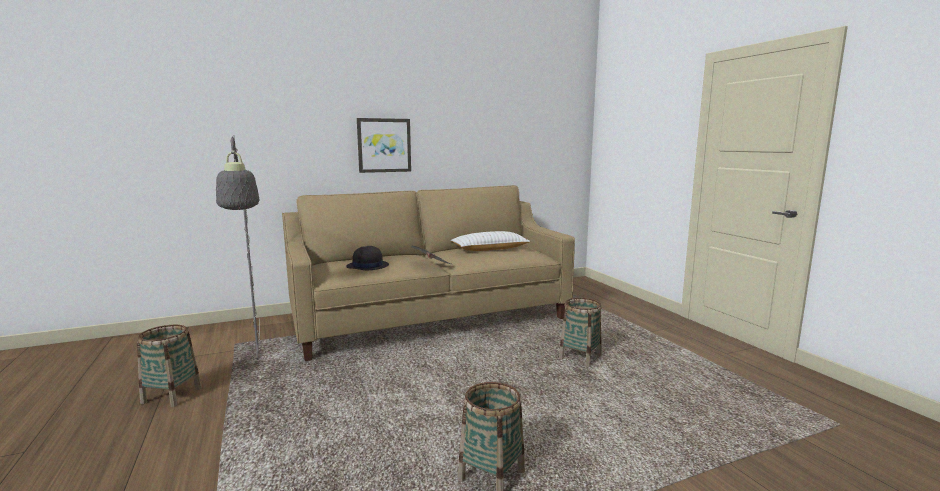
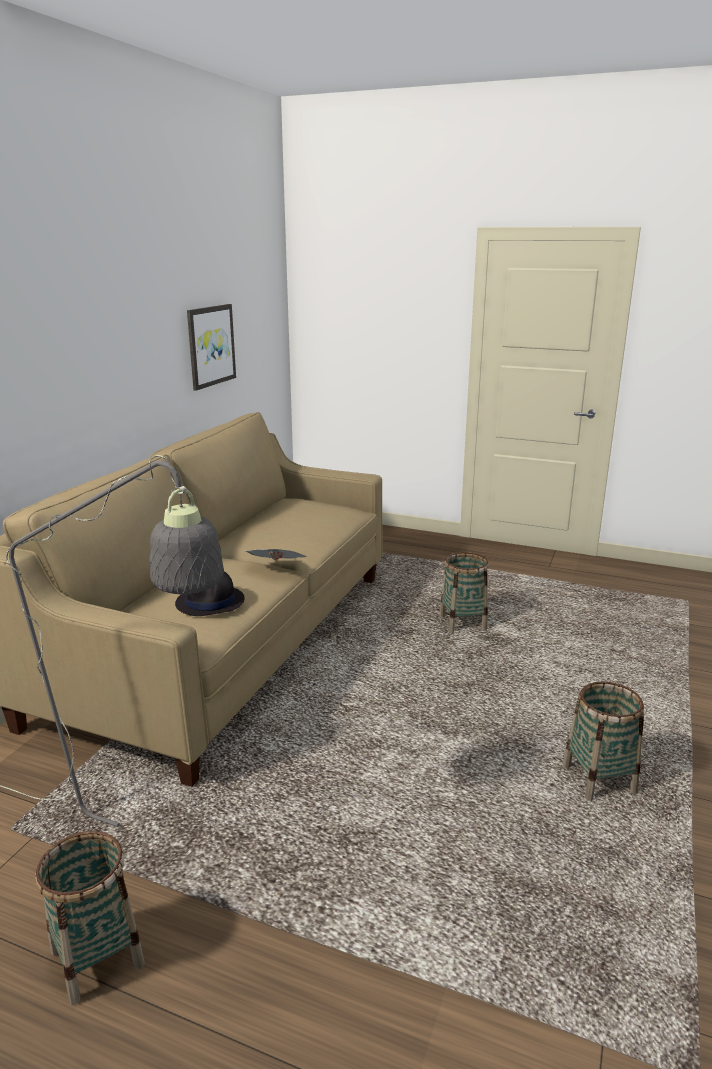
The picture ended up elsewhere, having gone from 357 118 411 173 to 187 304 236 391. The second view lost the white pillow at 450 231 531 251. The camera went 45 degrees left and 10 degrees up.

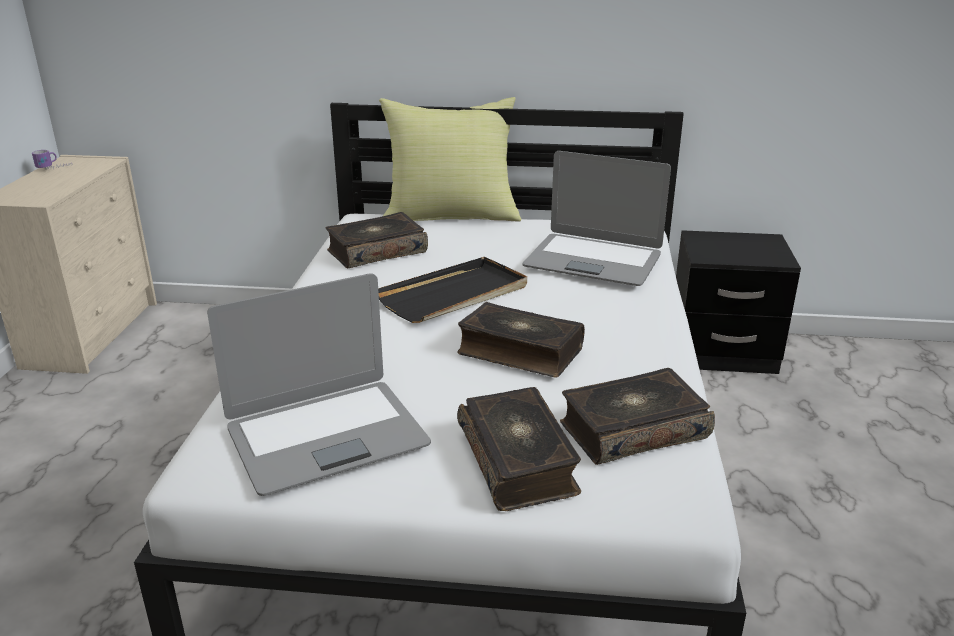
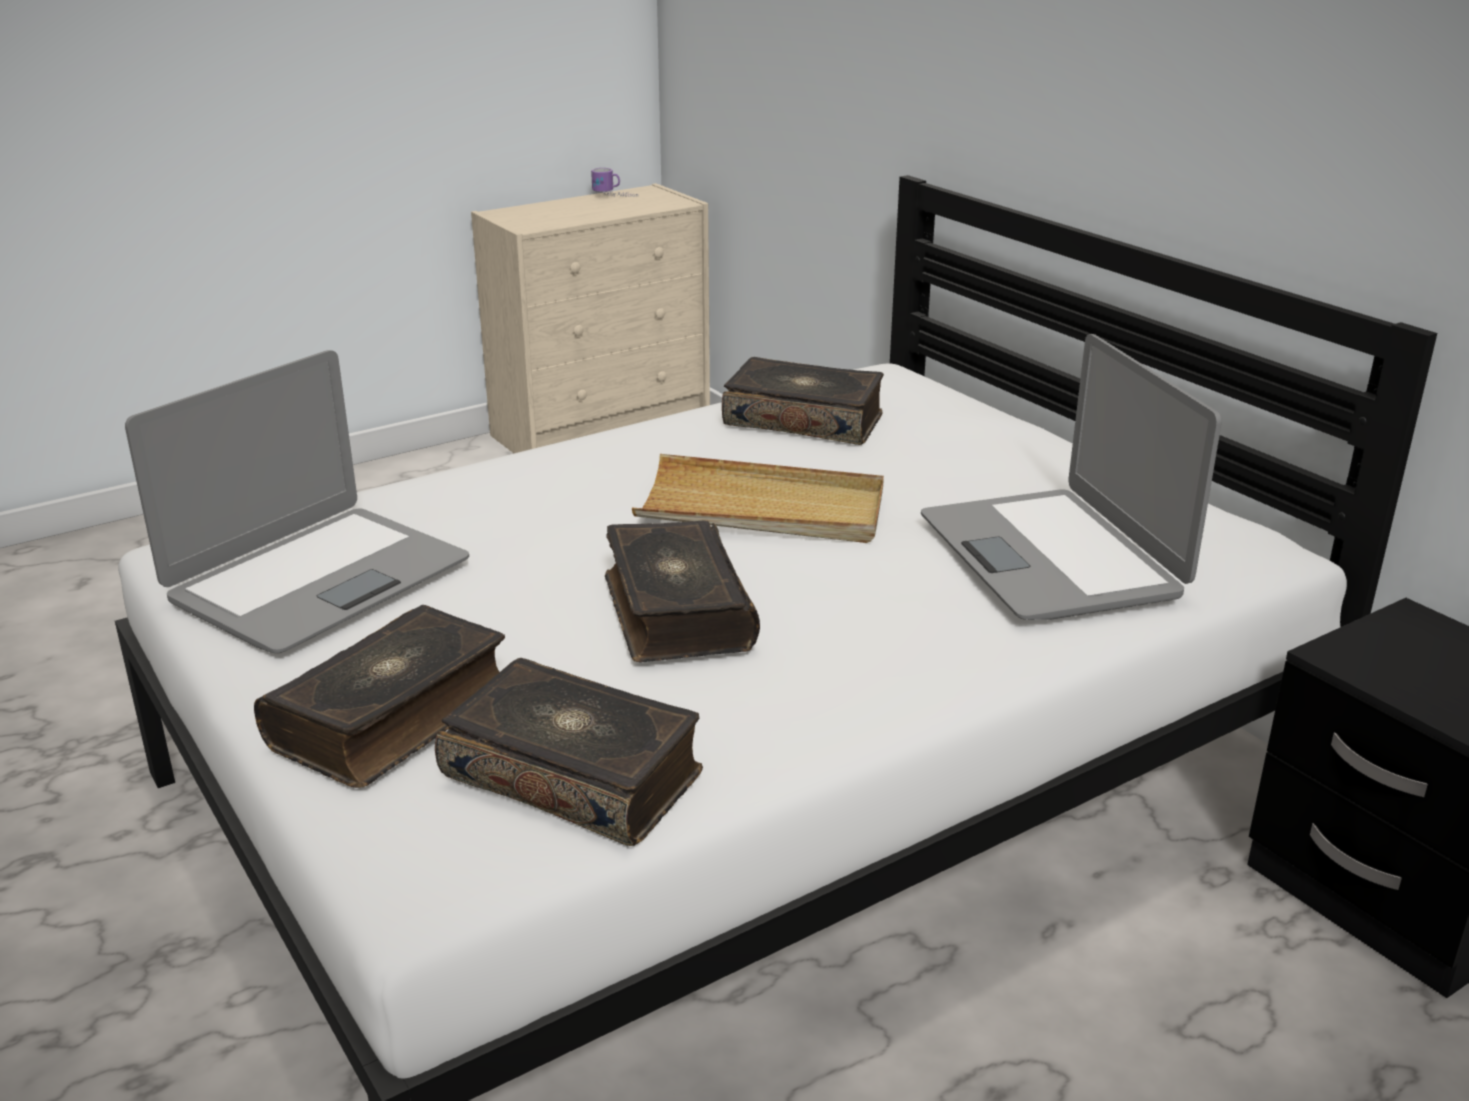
The second view lost the yellow pillow at 379 97 522 222. What was the black tray at 378 257 527 323 turned into the beige tray at 632 454 884 543. The laptop at 207 273 431 496 ended up facing another way, 75 degrees counterclockwise from before. The camera went 50 degrees right and 0 degrees up.

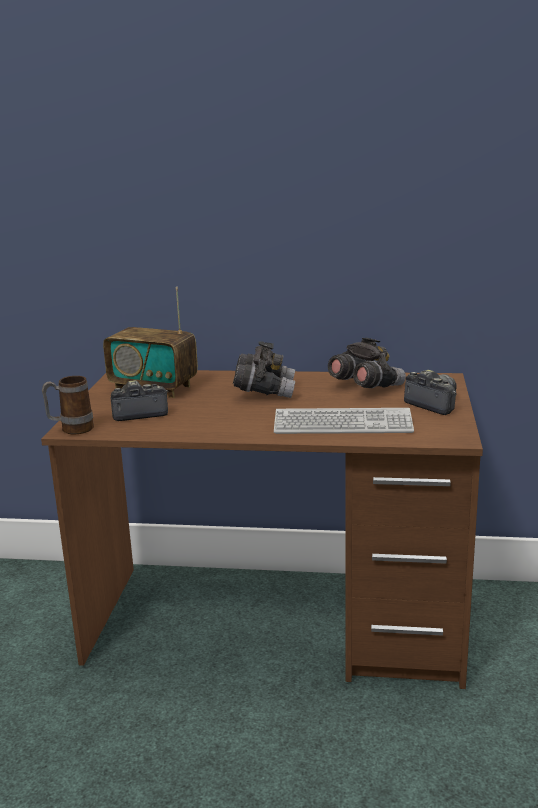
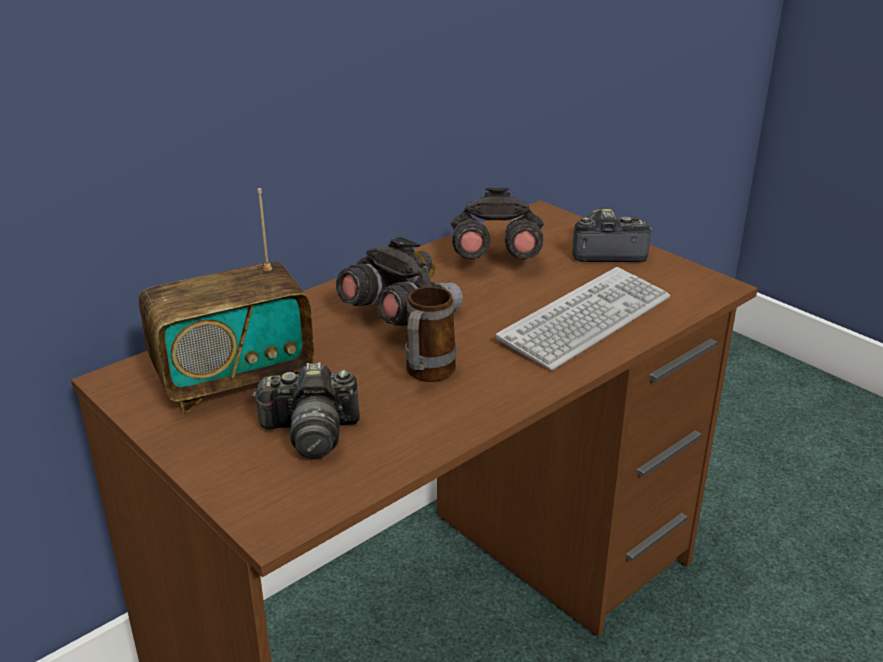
The mug ended up elsewhere, having gone from 42 376 94 434 to 405 286 456 382. The photo camera at 111 380 168 421 ended up facing another way, 120 degrees counterclockwise from before. The camera went 50 degrees left and 10 degrees up.

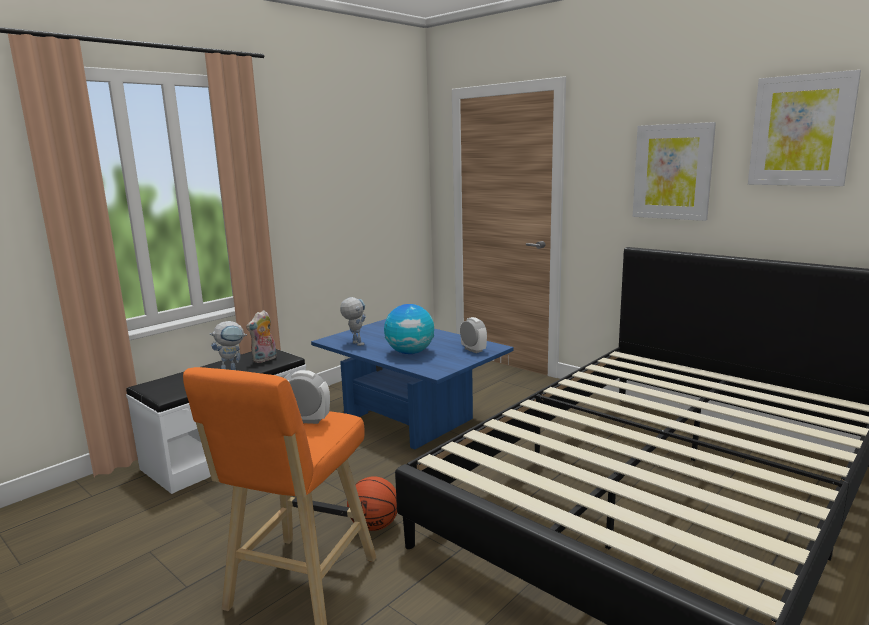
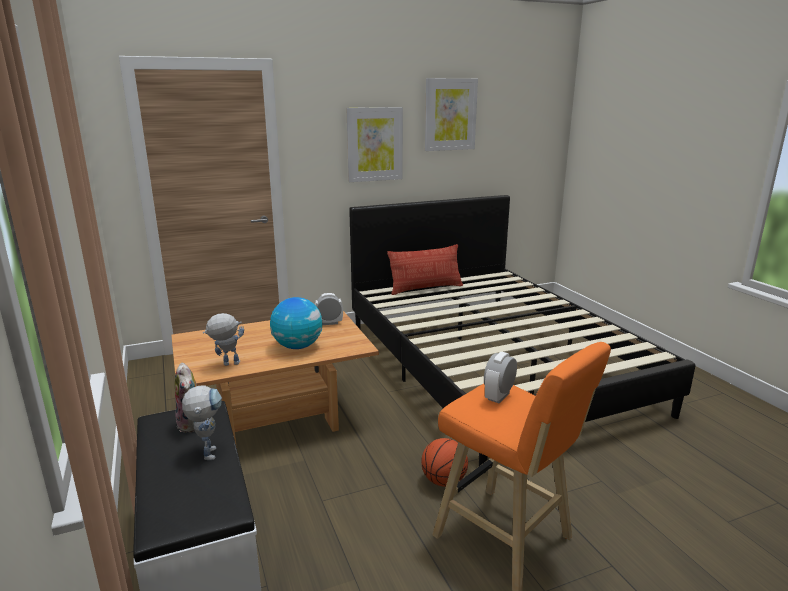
What was the blue coffee table at 311 319 514 450 turned into the brown coffee table at 171 311 379 448. The second view gained the pillow at 387 244 463 295. The camera went 65 degrees left and 5 degrees up.

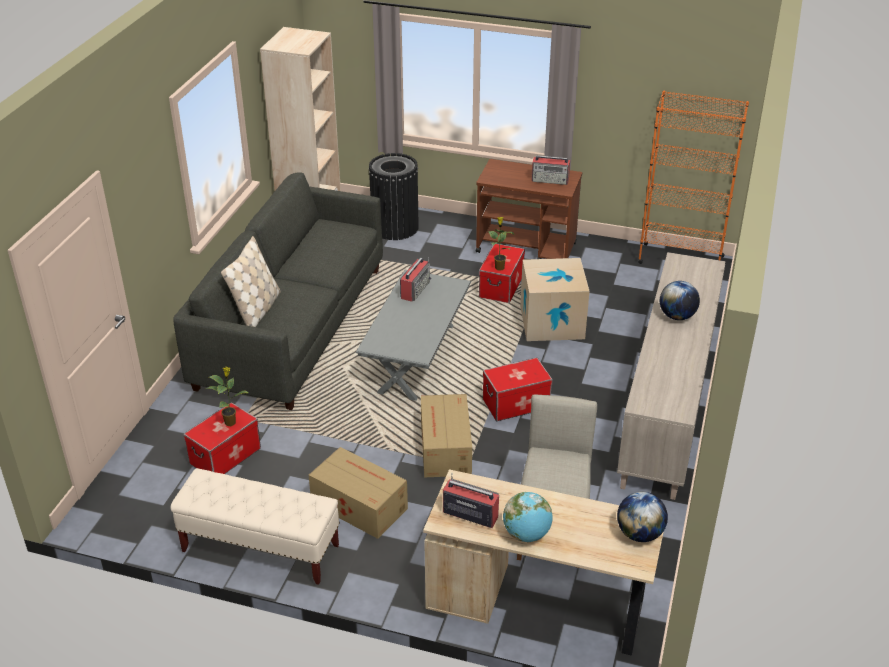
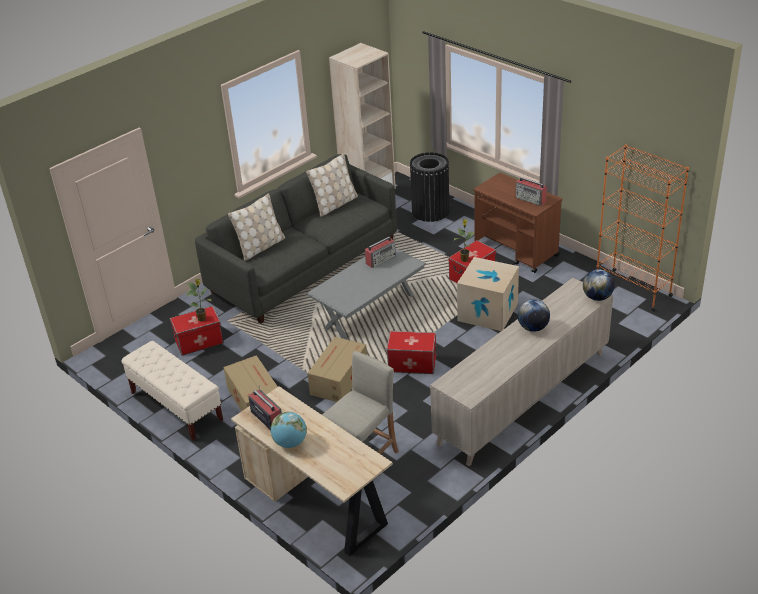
The globe ended up elsewhere, having gone from 617 492 668 542 to 583 269 615 301. The second view gained the beige pillow at 306 154 358 217. The camera went 30 degrees right and 0 degrees up.

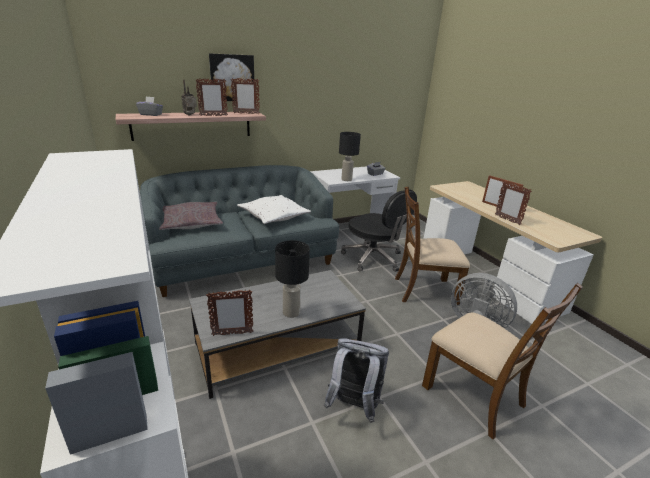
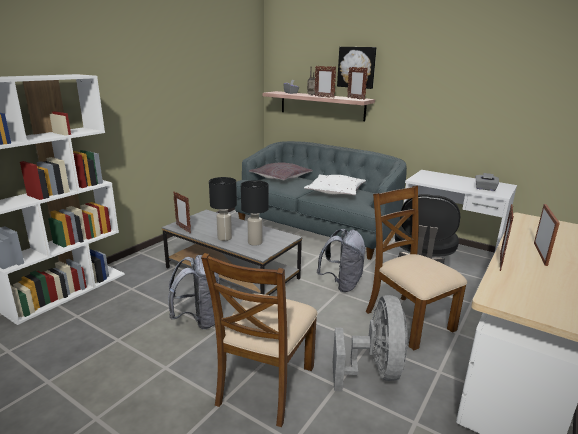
The black table lamp ended up elsewhere, having gone from 339 132 361 181 to 241 180 269 246. The second view gained the grey backpack at 317 229 366 292. The camera went 60 degrees right and 5 degrees down.

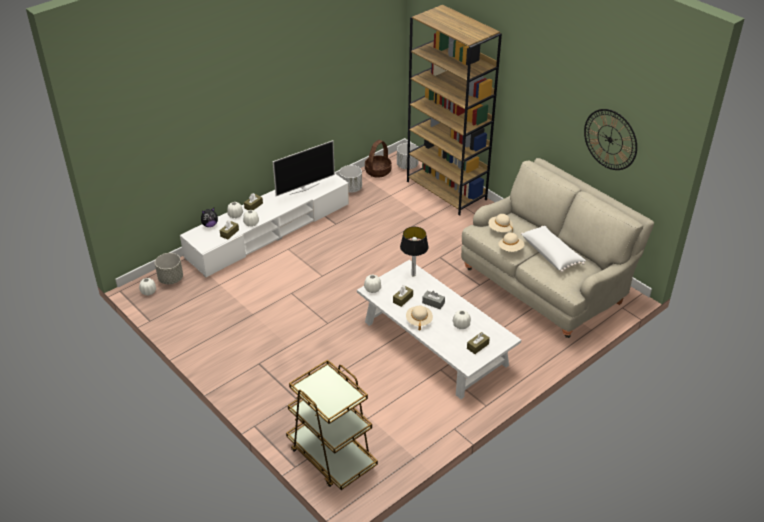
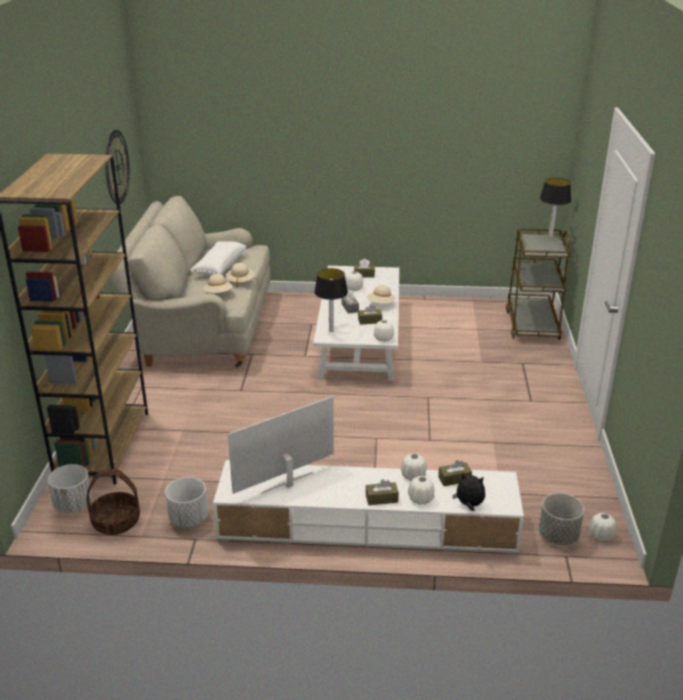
The television at 273 140 335 196 ended up facing another way, 45 degrees counterclockwise from before. The second view gained the table lamp at 540 178 571 238. The camera went 135 degrees left and 10 degrees down.

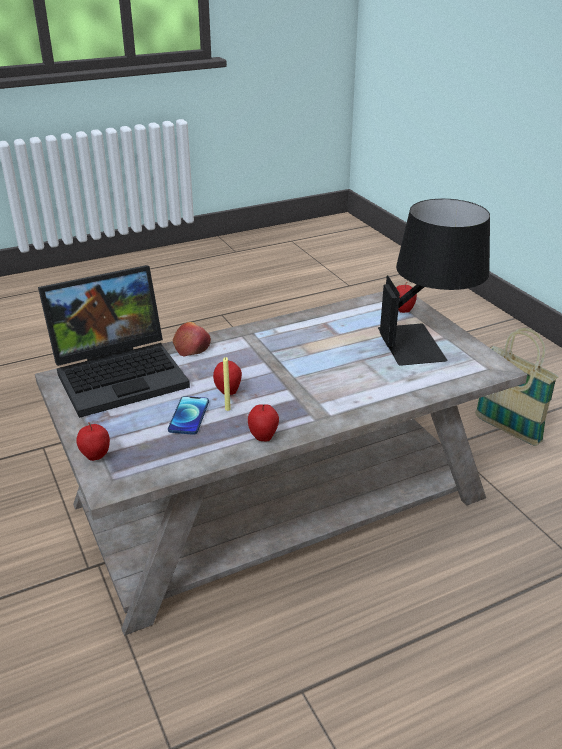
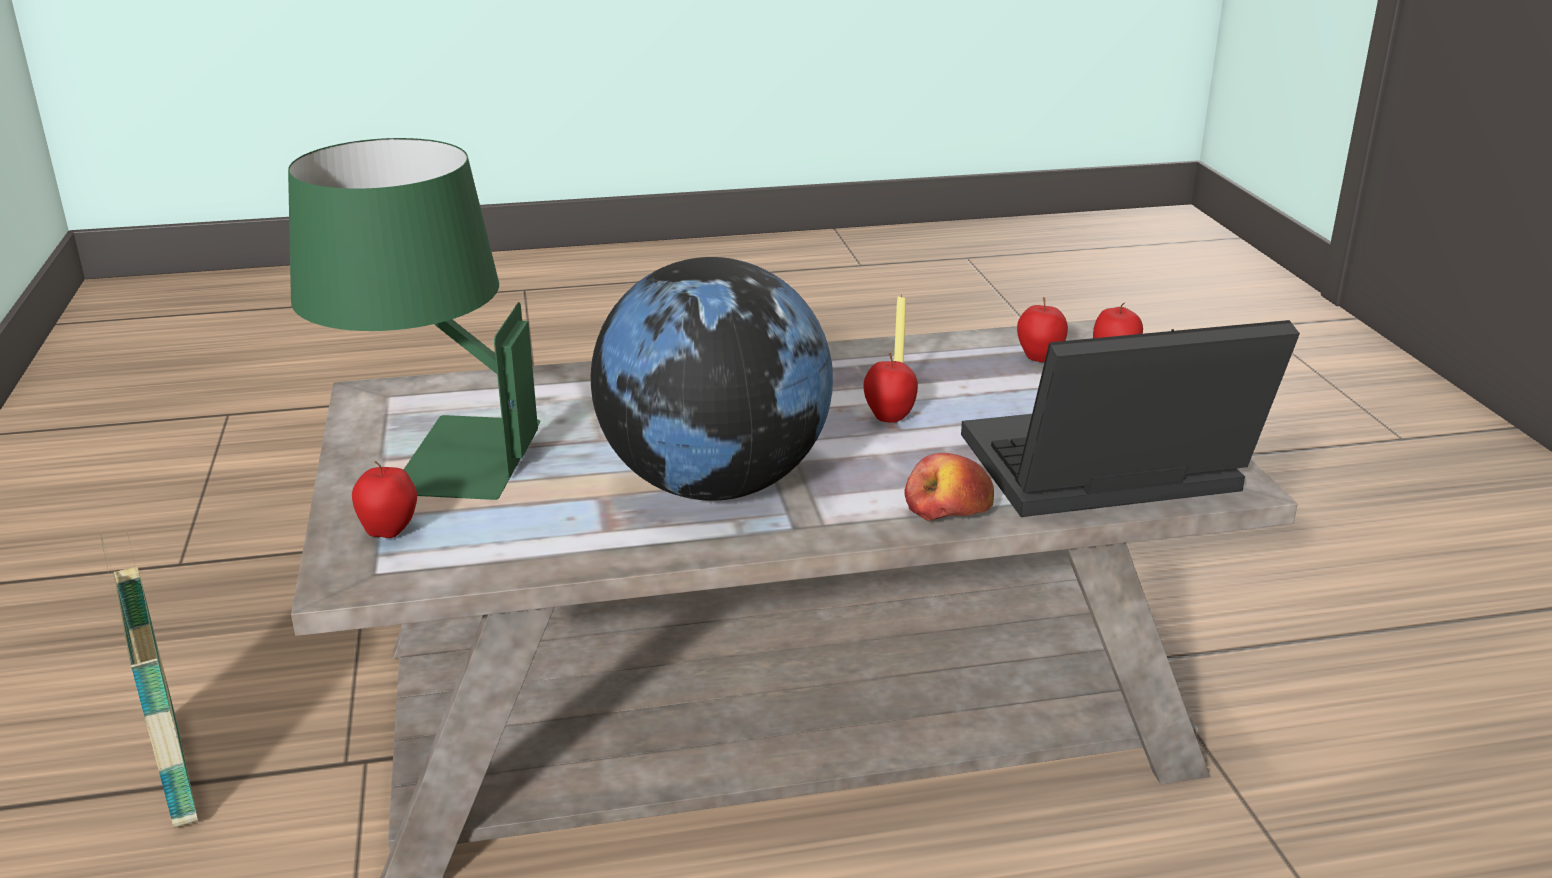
What was the black table lamp at 378 199 490 366 turned into the green table lamp at 288 138 540 500. The second view lost the phone at 168 396 209 435. The apple ended up elsewhere, having gone from 248 404 279 441 to 1017 297 1068 362. The second view gained the globe at 591 257 833 501. The camera went 165 degrees left and 5 degrees down.

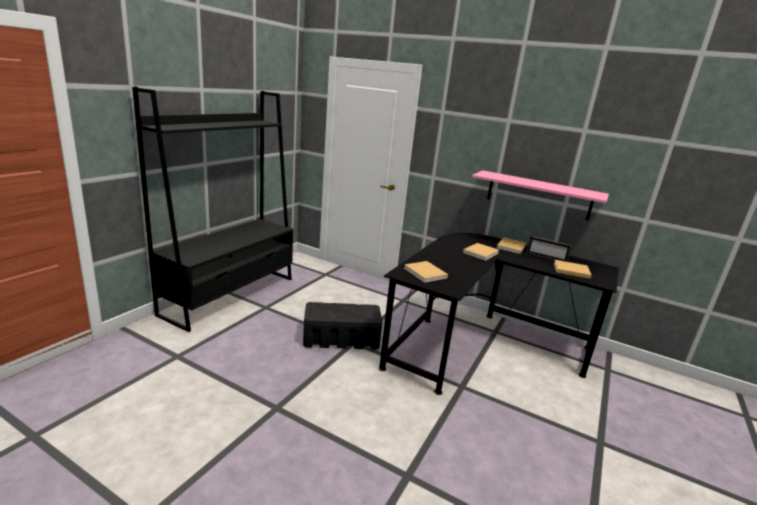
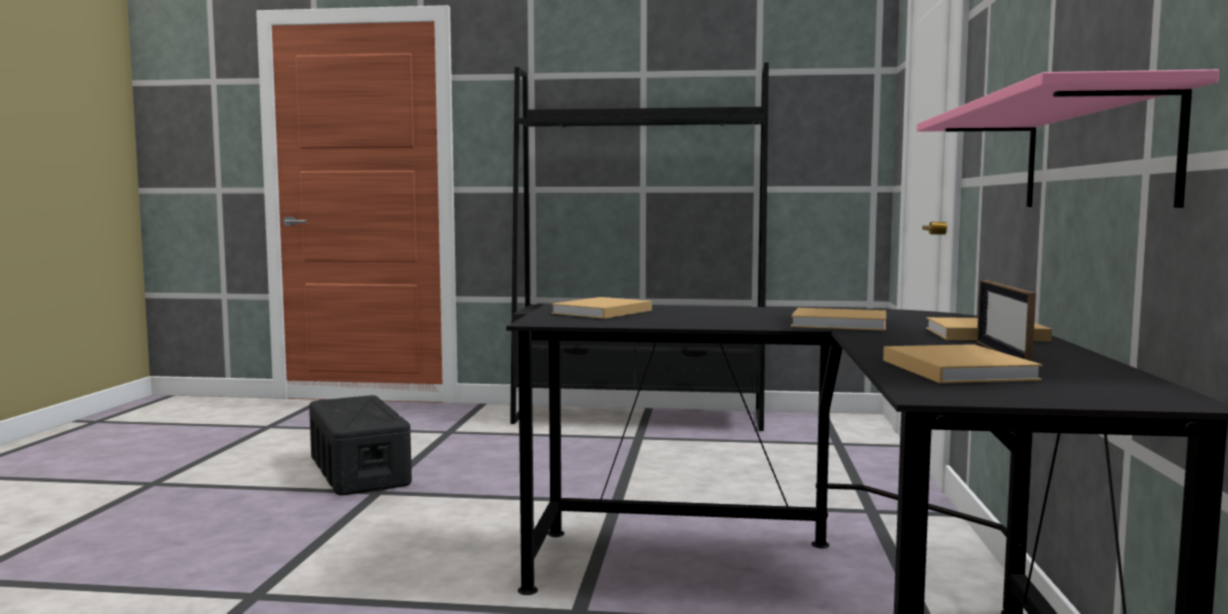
The black storage box ended up elsewhere, having gone from 303 302 382 349 to 309 395 412 495. The camera went 70 degrees right and 15 degrees down.

